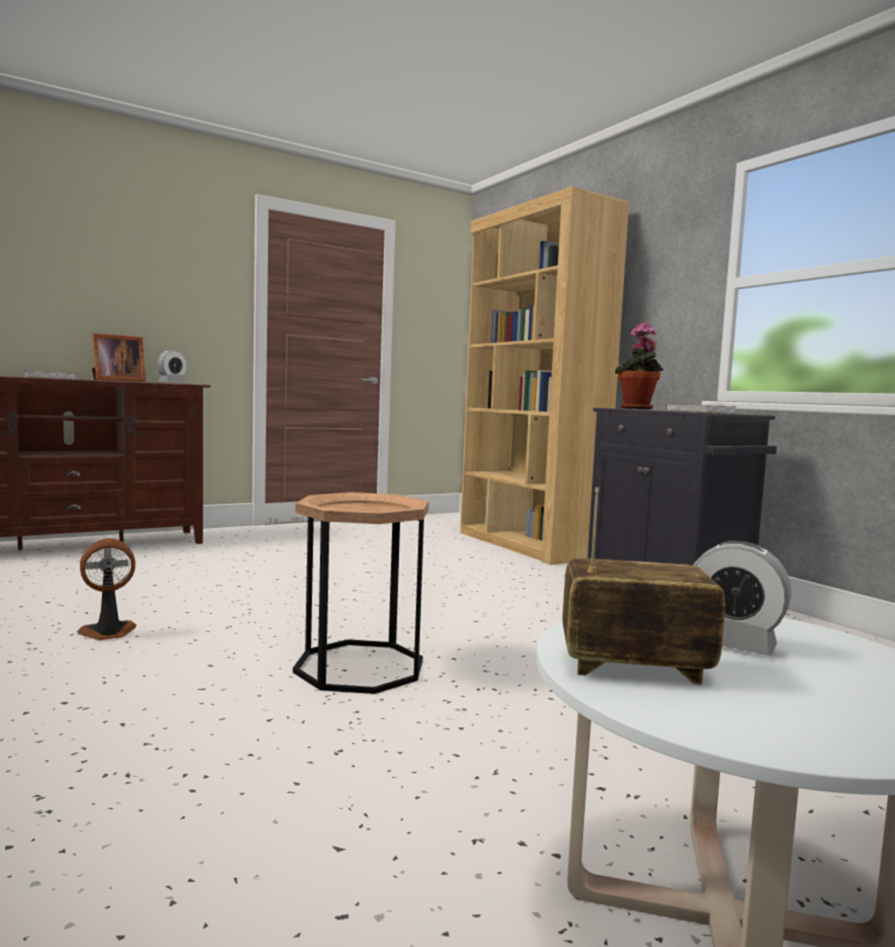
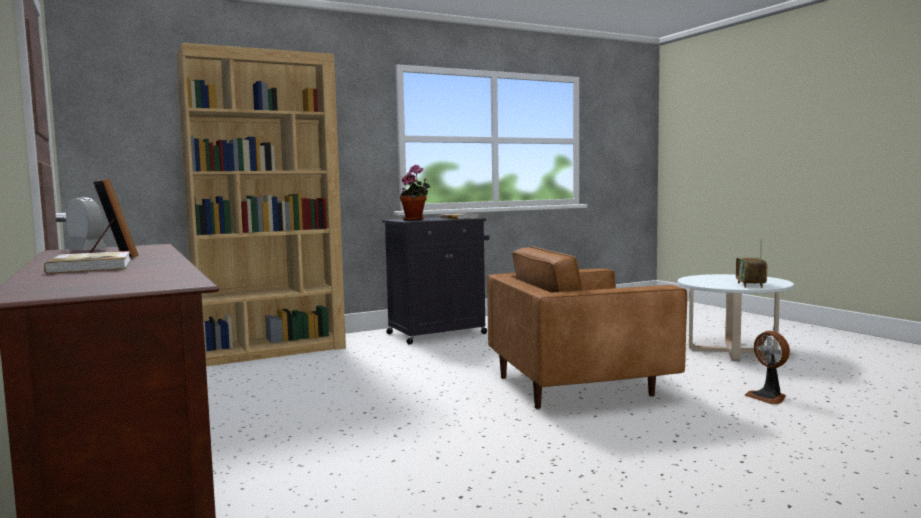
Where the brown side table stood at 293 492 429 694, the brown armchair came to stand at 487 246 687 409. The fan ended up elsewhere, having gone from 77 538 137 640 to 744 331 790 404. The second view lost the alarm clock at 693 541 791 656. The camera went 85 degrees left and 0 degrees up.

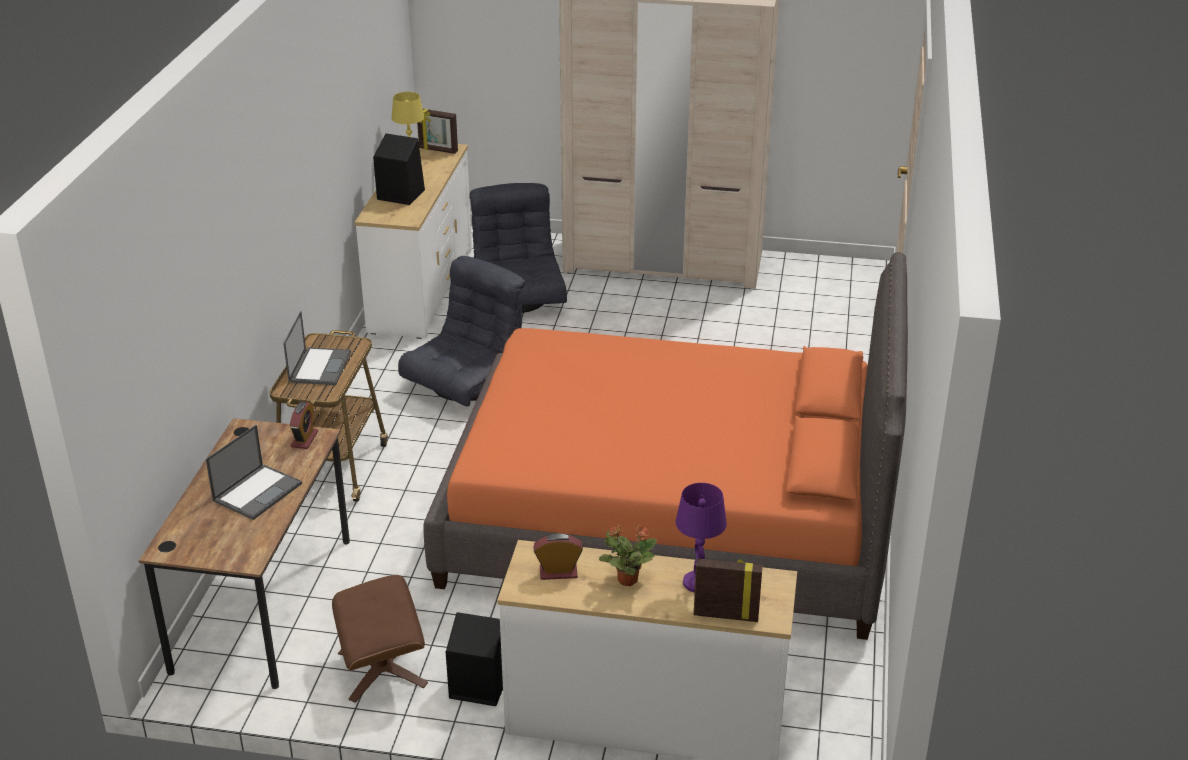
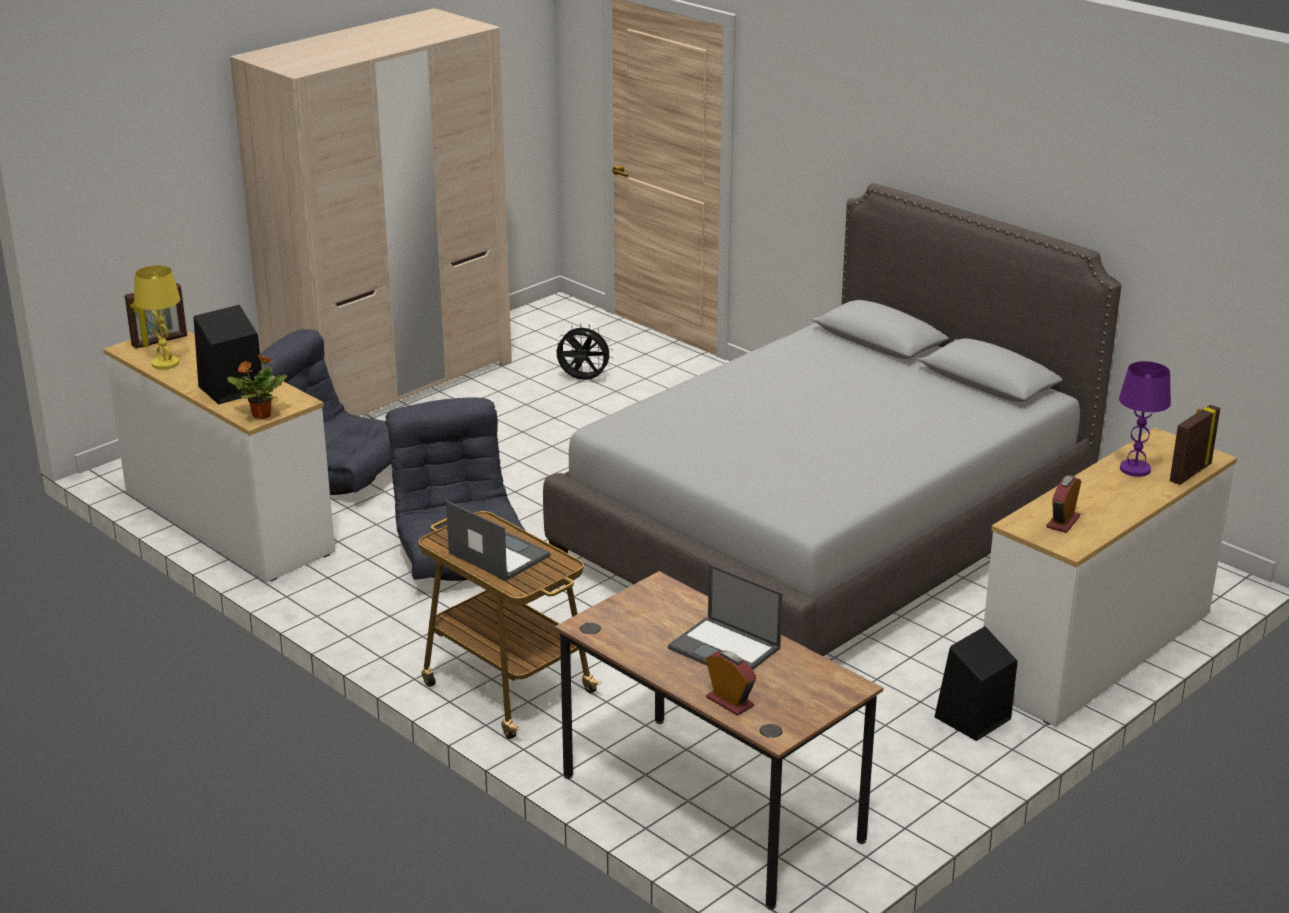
What was the orange bed at 423 252 908 640 turned into the grey bed at 543 183 1121 656. The alarm clock ended up elsewhere, having gone from 290 402 318 449 to 706 650 756 716. The laptop at 206 425 302 520 ended up facing another way, 150 degrees clockwise from before. The potted plant ended up elsewhere, having gone from 599 524 657 586 to 227 354 287 419. The second view lost the brown ottoman at 332 575 428 703. The second view gained the black fan at 556 323 613 380. The camera went 55 degrees left and 5 degrees down.

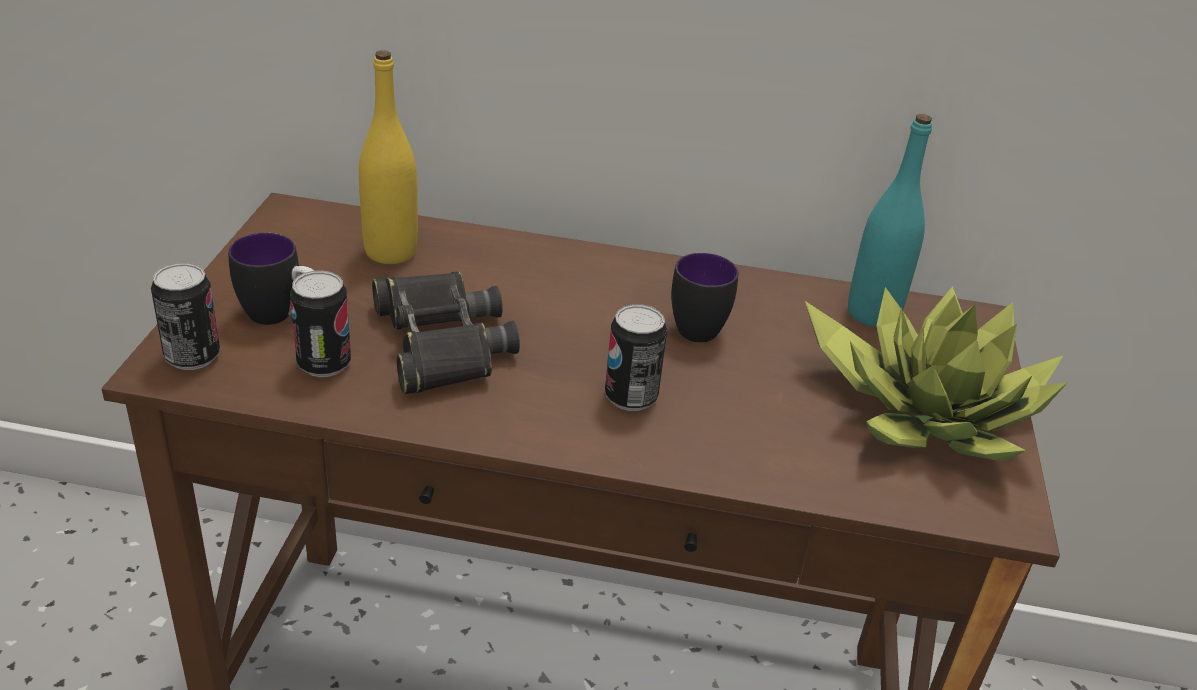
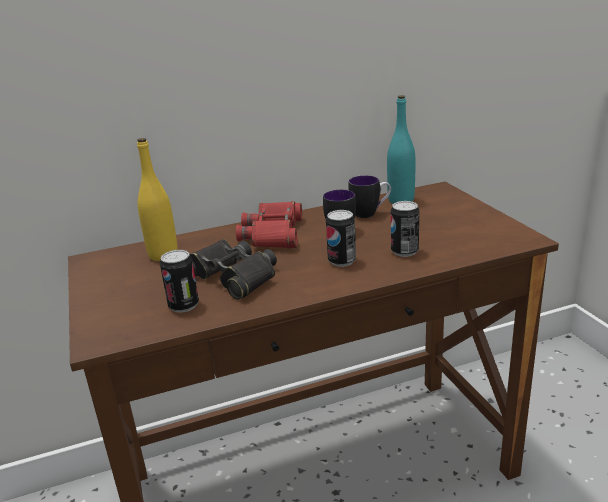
The mug ended up elsewhere, having gone from 228 233 314 325 to 348 175 391 218. The can ended up elsewhere, having gone from 151 263 220 370 to 391 201 419 257. The second view lost the potted plant at 805 286 1068 461. The second view gained the red binoculars at 236 201 302 248. The camera went 25 degrees left and 10 degrees down.

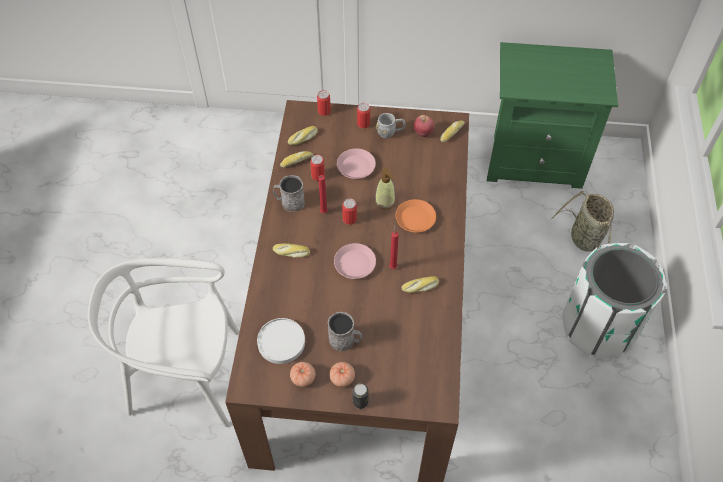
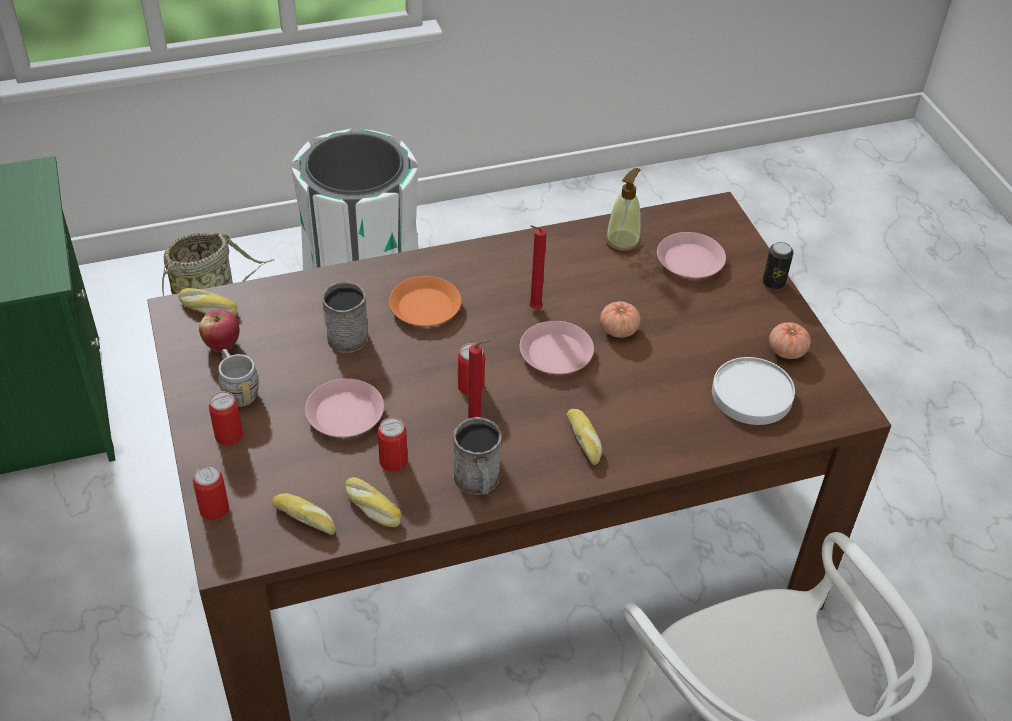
The soap dispenser ended up elsewhere, having gone from 375 168 395 209 to 605 168 641 252. The second view lost the bread at 402 276 439 293. The grey mug ended up elsewhere, having gone from 328 312 362 351 to 322 281 368 353. The tomato ended up elsewhere, having gone from 329 362 355 387 to 600 301 641 338. The second view gained the pink plate at 657 232 726 279. The camera went 115 degrees left and 10 degrees down.

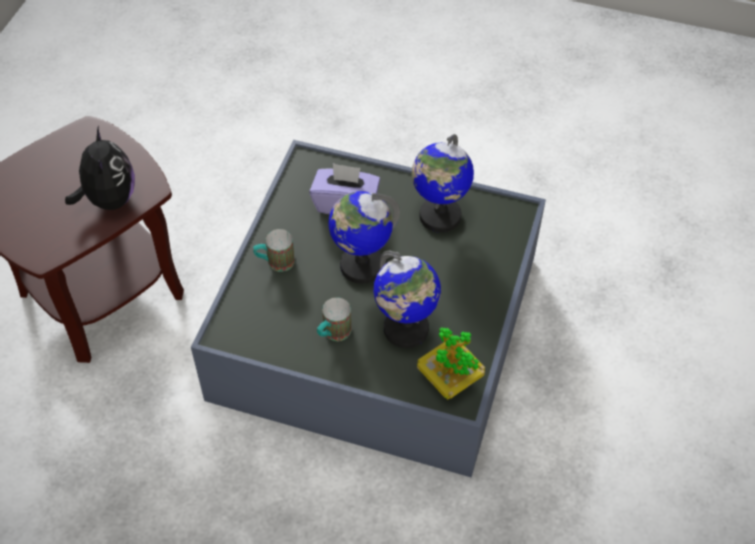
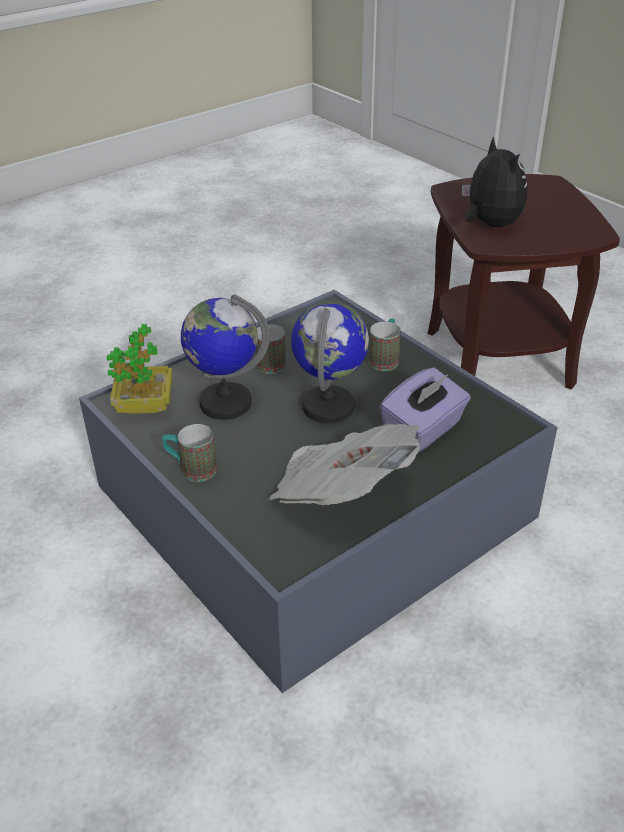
The plush toy at 65 126 135 210 ended up facing another way, 135 degrees counterclockwise from before. Where the globe stood at 412 134 474 233, the newspaper came to stand at 269 424 420 505. The second view gained the mug at 162 424 217 482. The camera went 125 degrees right and 15 degrees down.

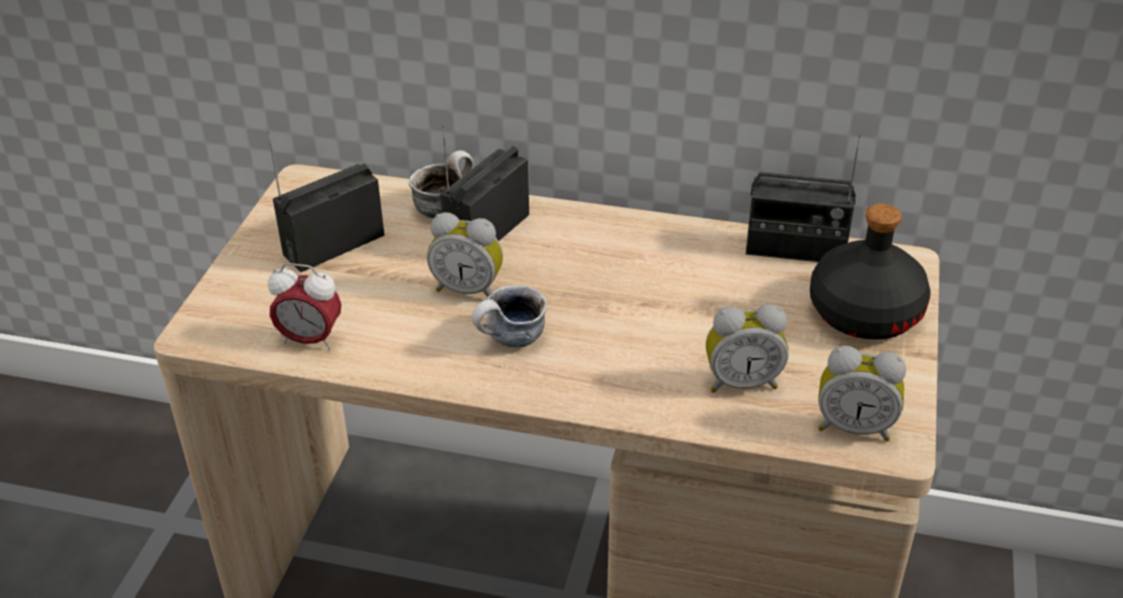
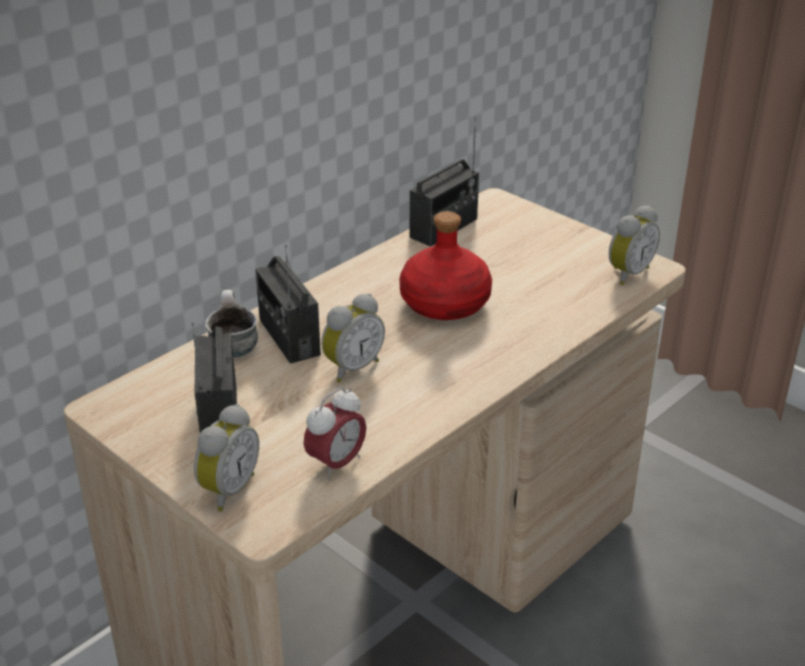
The second view lost the black bottle at 810 204 931 340. The second view lost the mug at 472 285 547 347. The alarm clock ended up elsewhere, having gone from 706 304 789 393 to 194 404 259 511. The second view gained the red bottle at 399 211 492 320. The camera went 60 degrees left and 5 degrees down.

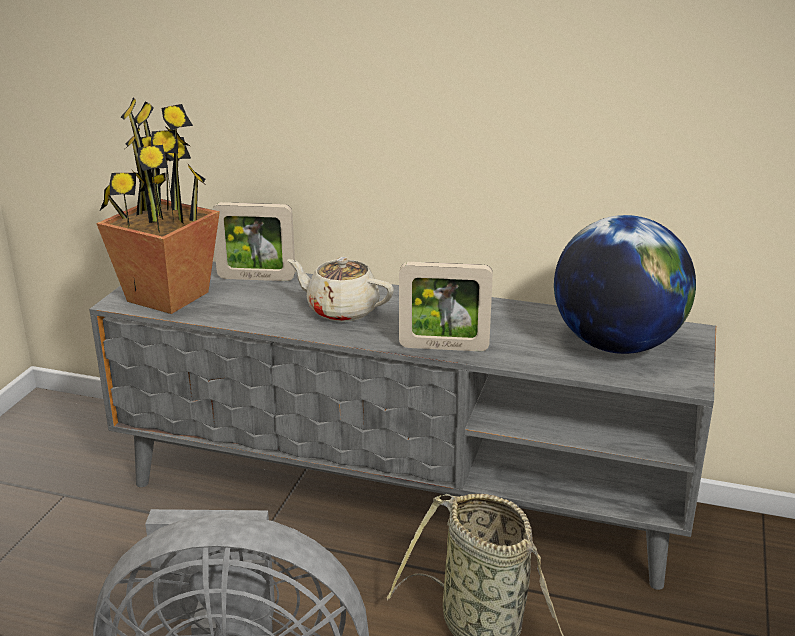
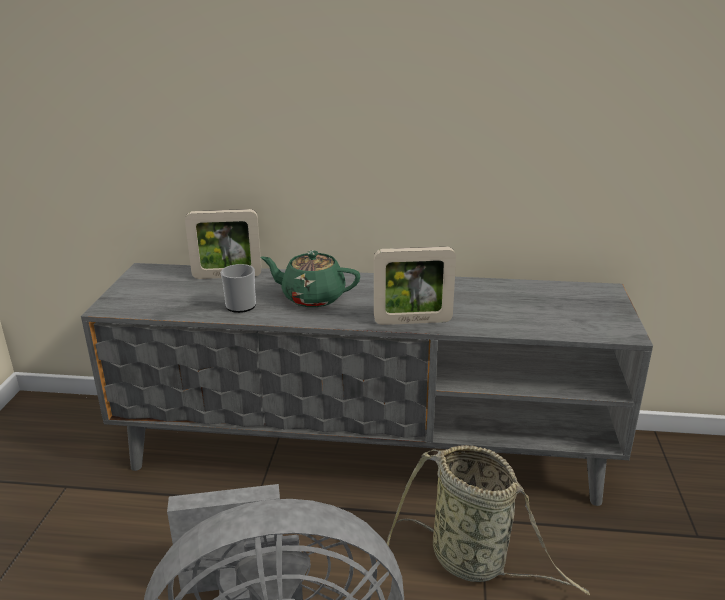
The second view lost the potted plant at 96 97 220 314. The second view lost the globe at 554 215 696 354. What was the beige teapot at 287 257 394 322 turned into the green teapot at 260 250 360 307. The second view gained the mug at 221 264 256 313. The camera went 10 degrees left and 0 degrees up.

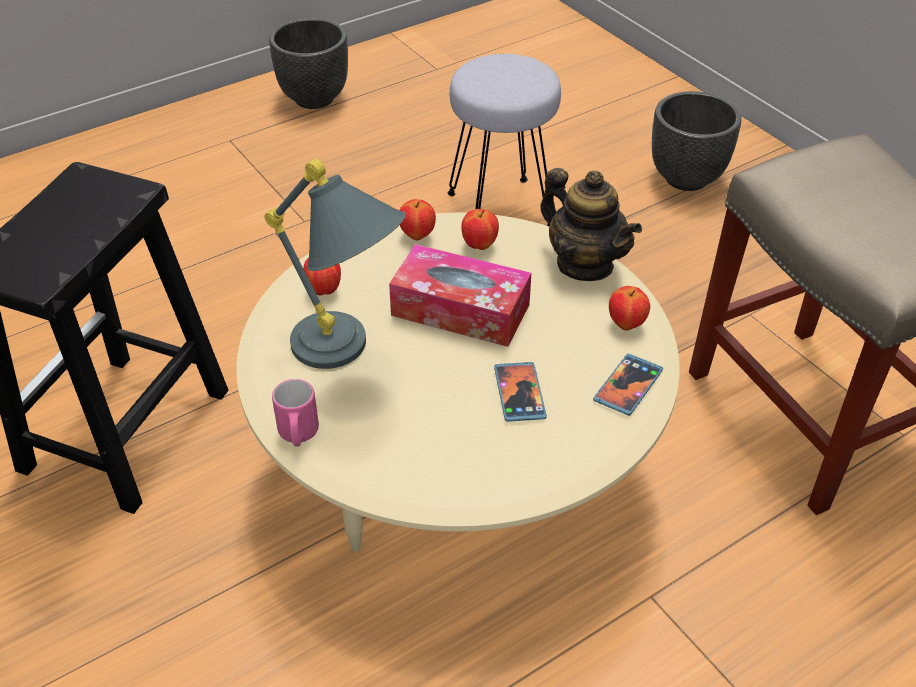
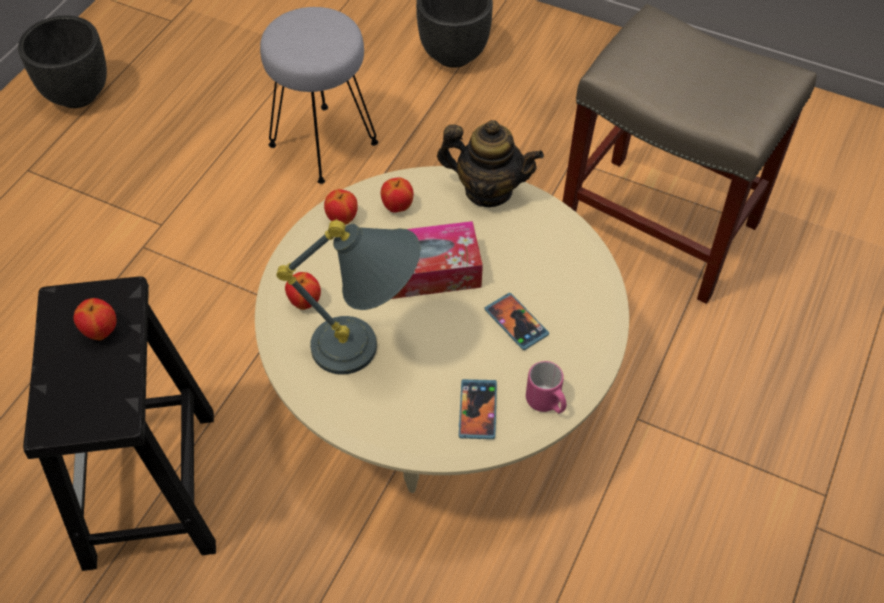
The apple ended up elsewhere, having gone from 609 286 650 331 to 73 298 116 340. The phone ended up elsewhere, having gone from 593 354 663 416 to 459 379 497 439. The pink mug ended up elsewhere, having gone from 272 379 319 447 to 526 361 566 413. The camera went 30 degrees left and 10 degrees up.

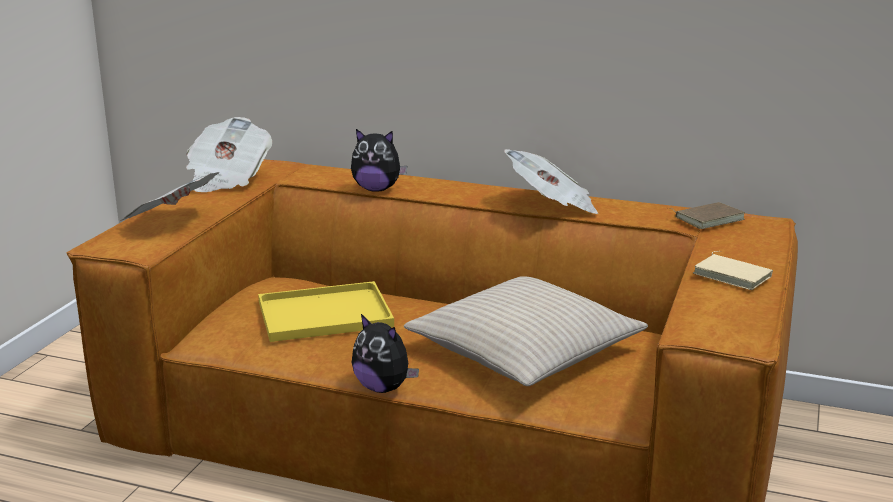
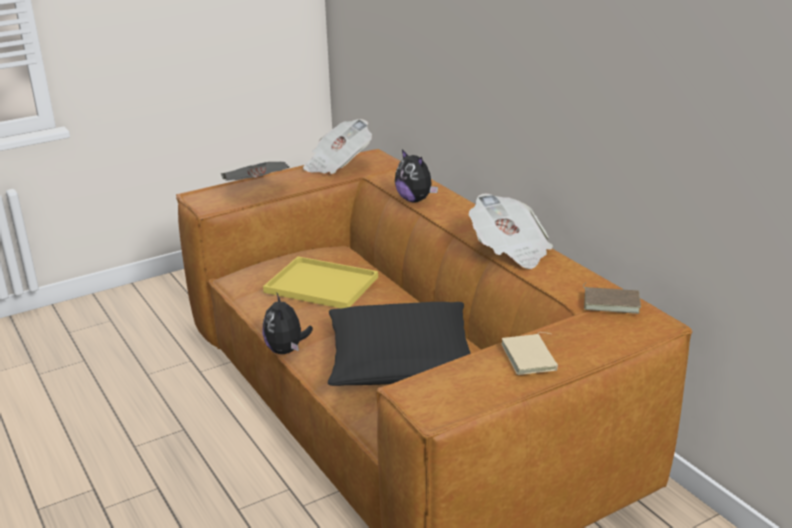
What was the beige pillow at 404 277 648 386 turned into the black pillow at 328 302 471 386. The camera went 40 degrees right and 5 degrees up.

